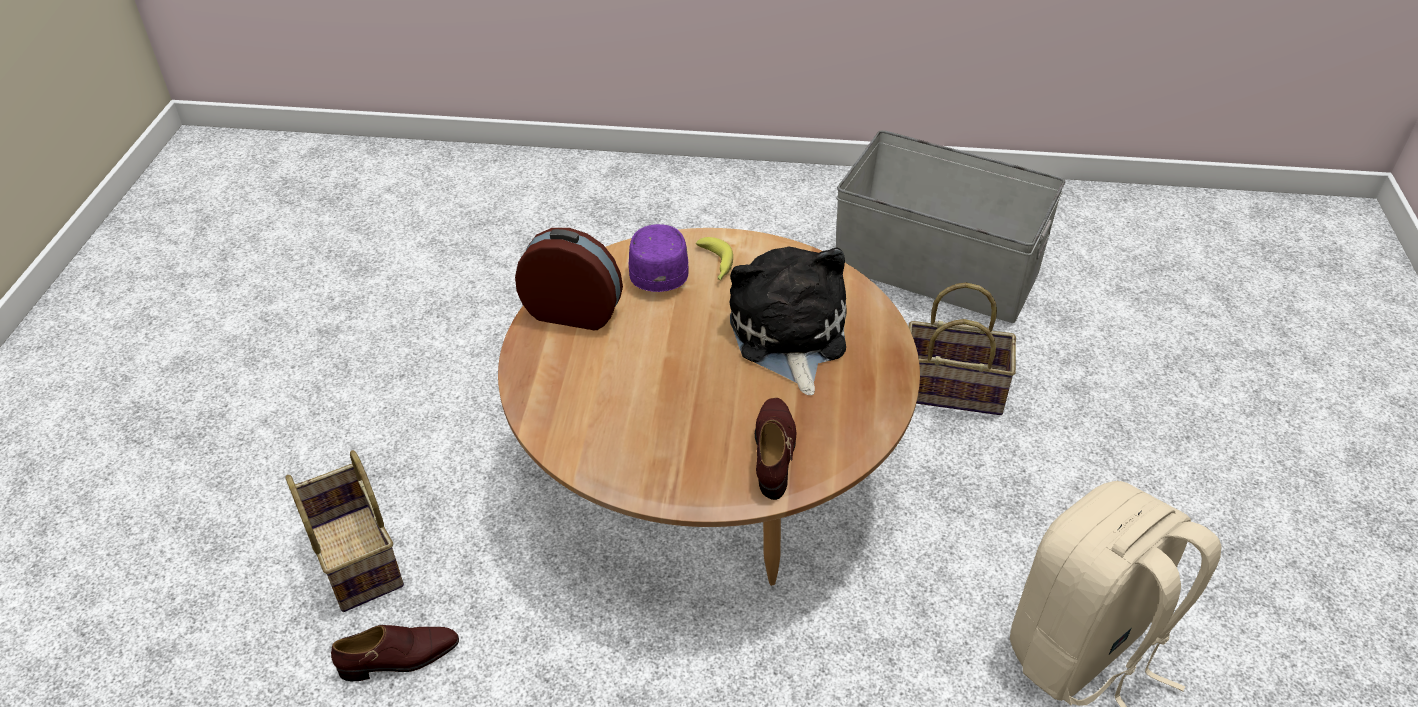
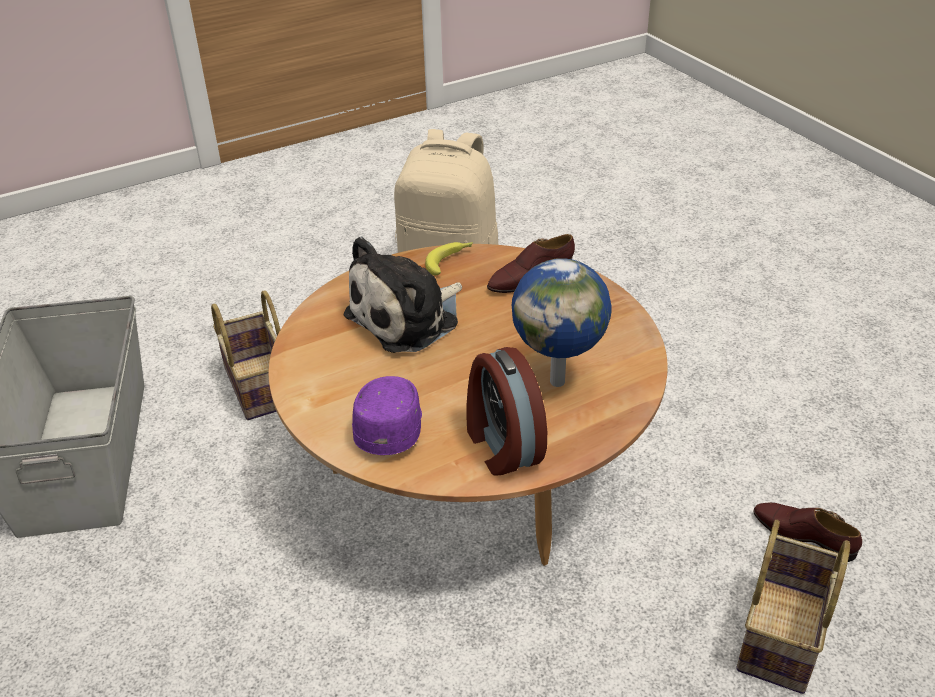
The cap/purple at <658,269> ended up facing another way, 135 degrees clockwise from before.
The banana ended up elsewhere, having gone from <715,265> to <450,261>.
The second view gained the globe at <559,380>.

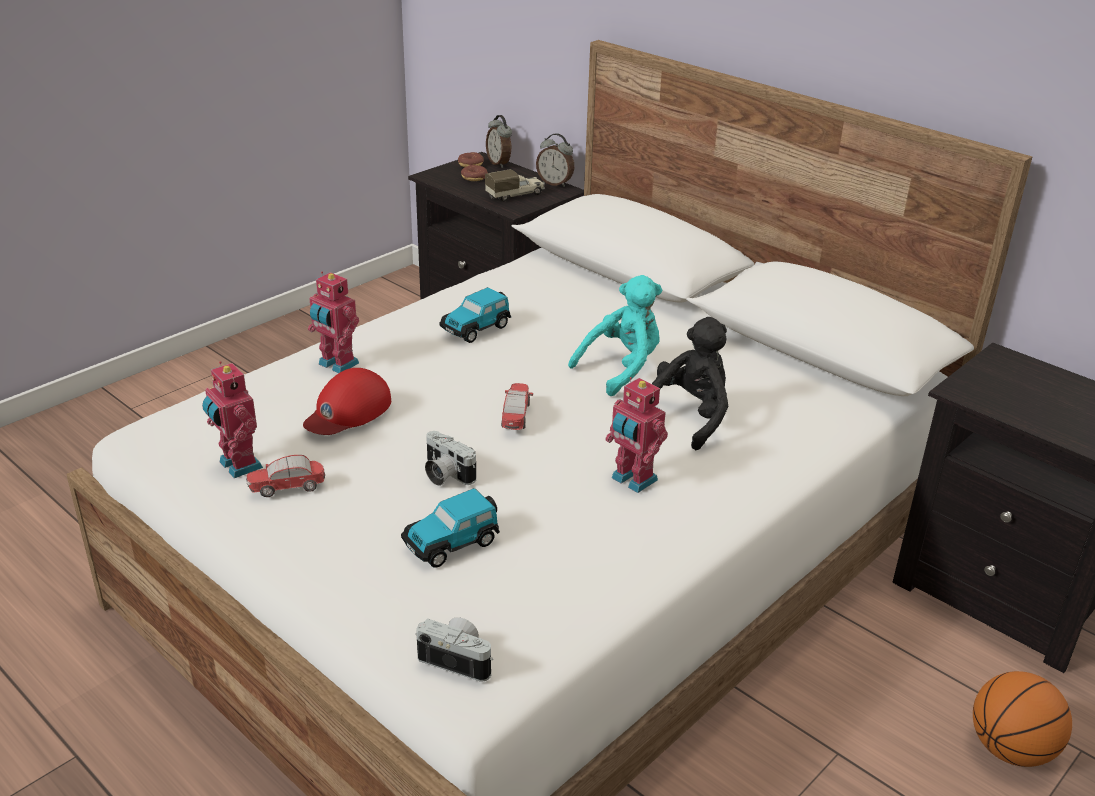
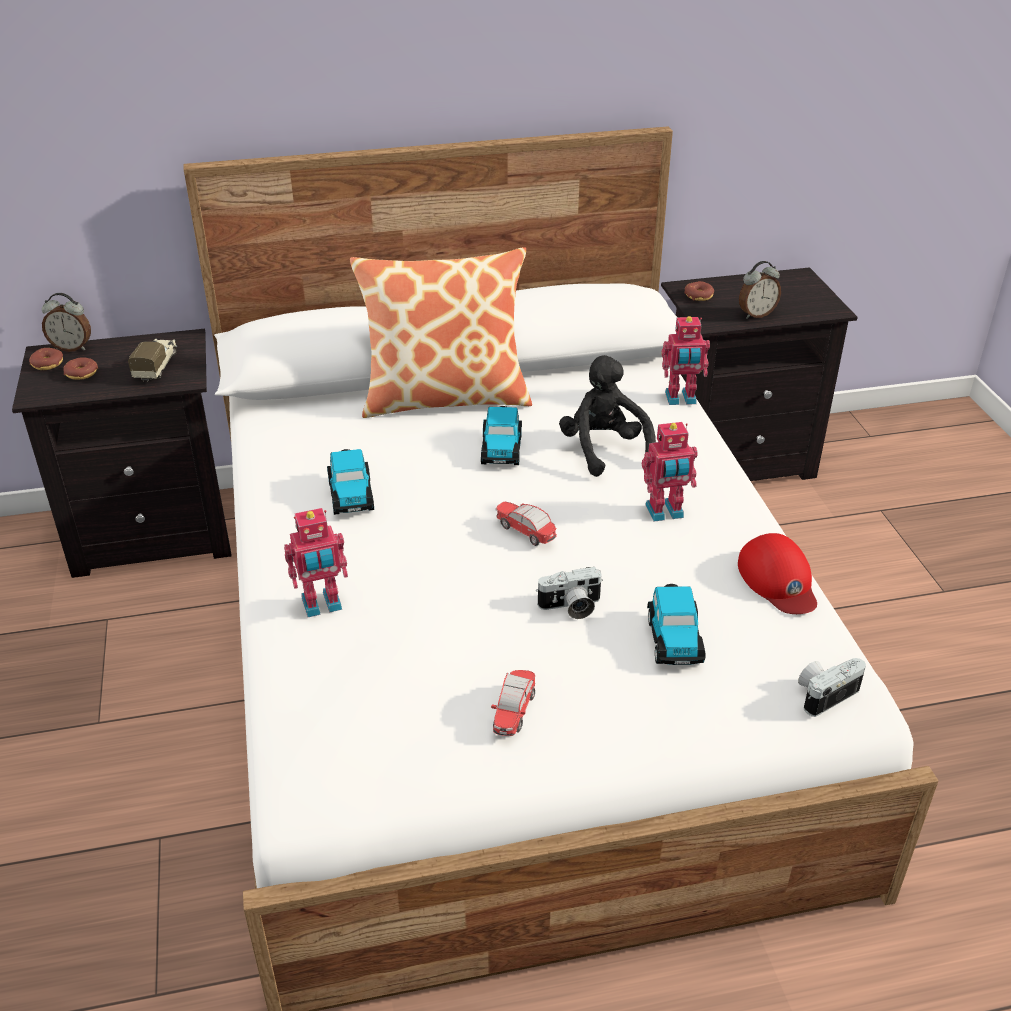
The alarm clock ended up elsewhere, having gone from <555,183> to <756,314>.
Where the plush toy/turquoise stood at <622,369>, the toy car came to stand at <501,449>.
The toy robot ended up elsewhere, having gone from <238,466> to <681,399>.
The cap/red ended up elsewhere, having gone from <348,411> to <778,580>.
The second view lost the basketball at <1010,749>.
The second view gained the pillow at <445,397>.
The second view gained the donut at <698,296>.

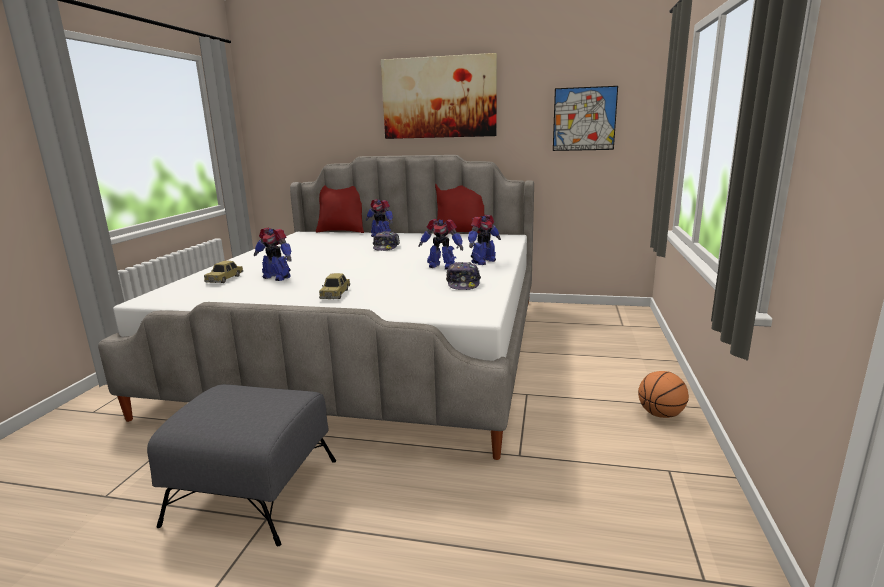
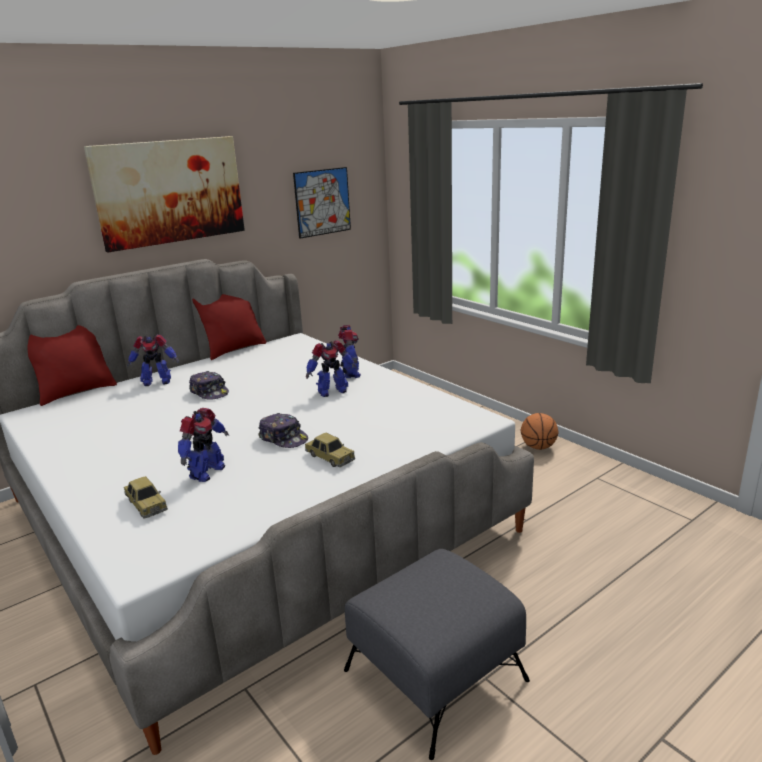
The toy robot at <277,277> ended up facing another way, 45 degrees counterclockwise from before.
The cap ended up elsewhere, having gone from <463,284> to <283,438>.

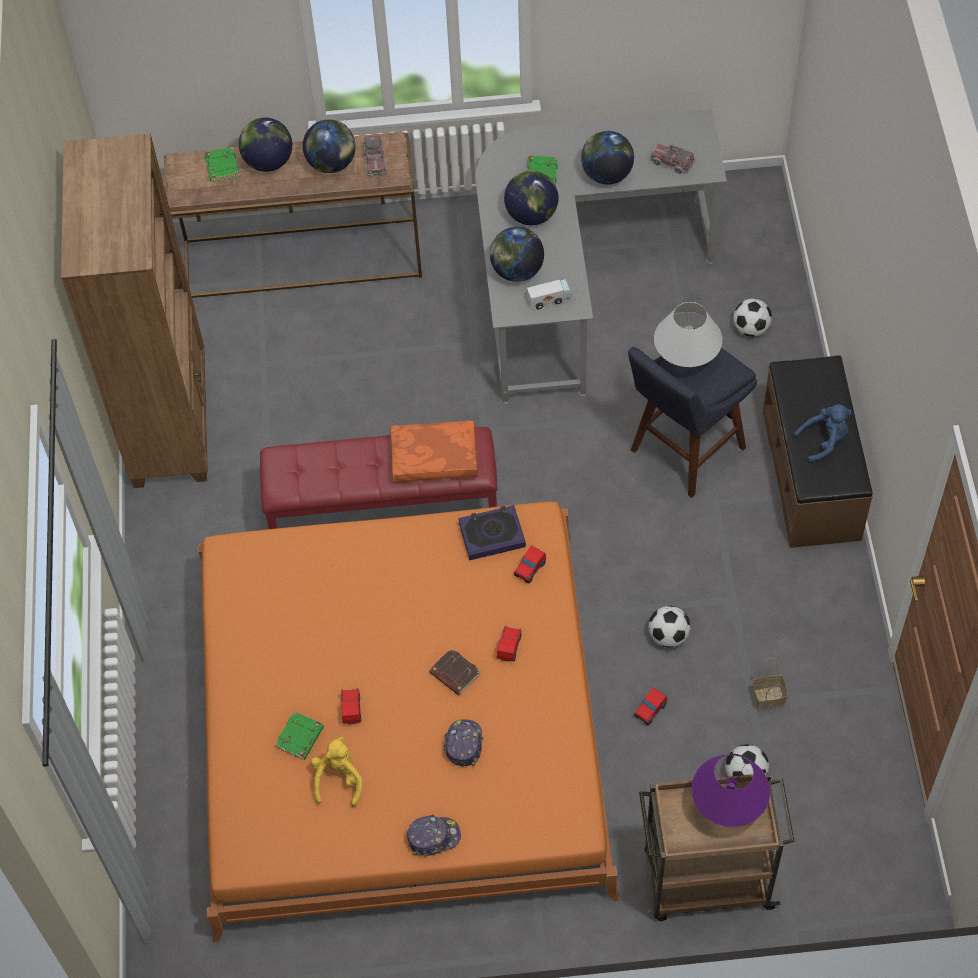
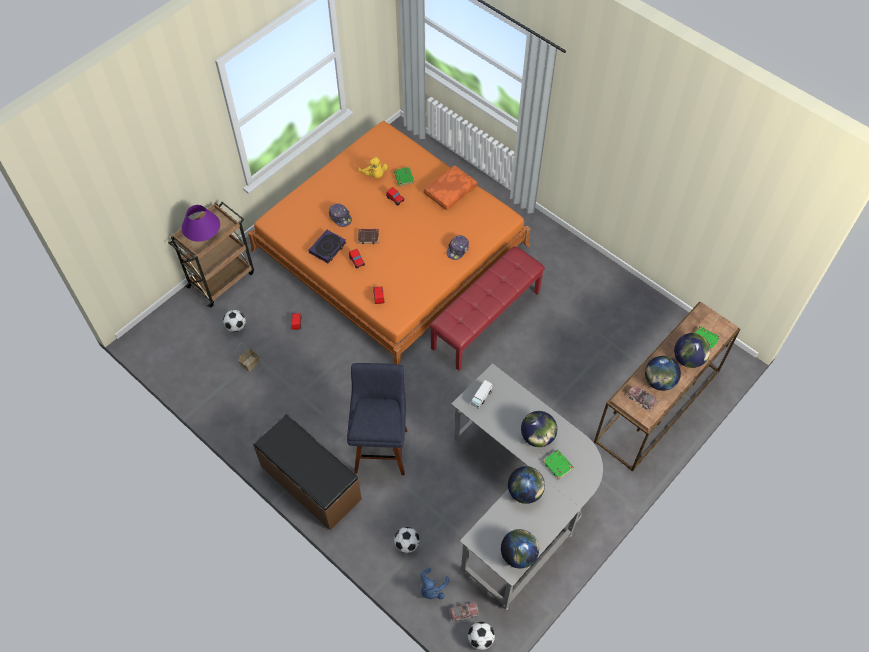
The second view lost the bookcase/brown at <171,421>.
The toy truck ended up elsewhere, having gone from <672,162> to <463,613>.
The globe ended up elsewhere, having gone from <517,271> to <518,555>.
The second view lost the table lamp/white at <686,360>.
The plush toy/blue ended up elsewhere, having gone from <824,441> to <432,589>.
The pillow/orange ended up elsewhere, having gone from <433,459> to <450,191>.
The book ended up elsewhere, having gone from <492,535> to <327,248>.
The football ended up elsewhere, having gone from <668,636> to <480,639>.
The cap ended up elsewhere, having gone from <433,837> to <457,250>.

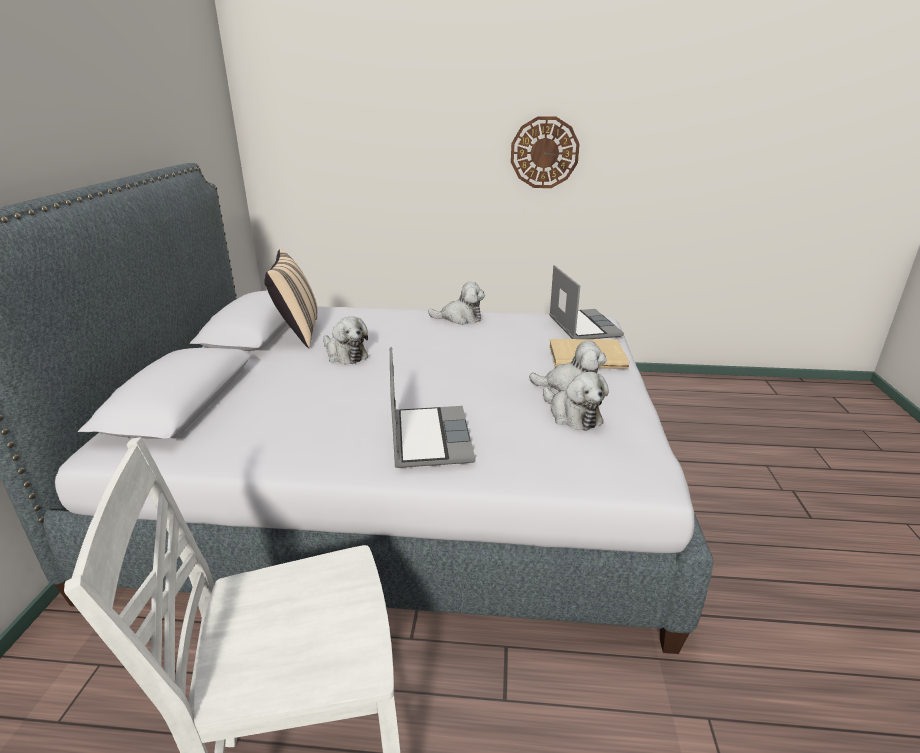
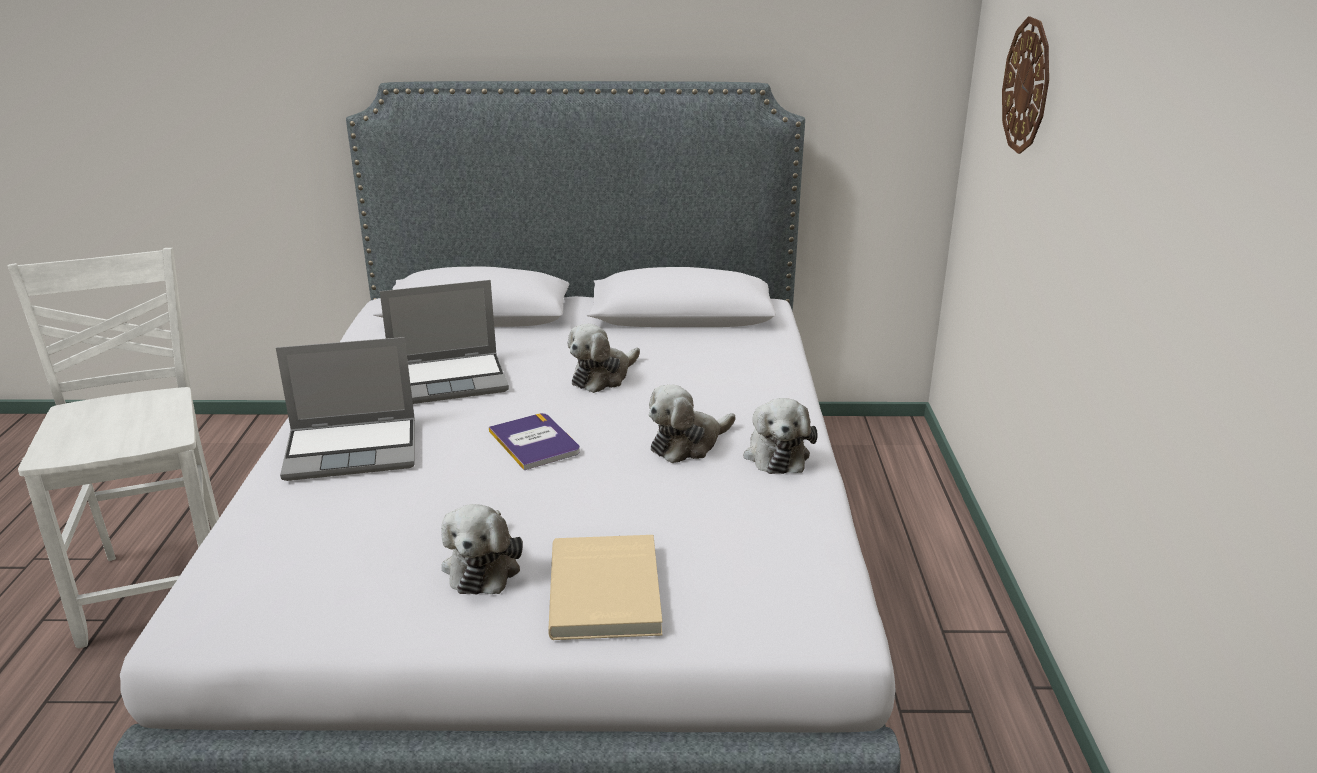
The wall clock ended up elsewhere, having gone from <544,153> to <1027,86>.
The second view lost the pillow/beige at <297,333>.
The laptop ended up elsewhere, having gone from <582,326> to <449,380>.
The plush toy ended up elsewhere, having gone from <572,415> to <688,444>.
The second view gained the book at <534,442>.

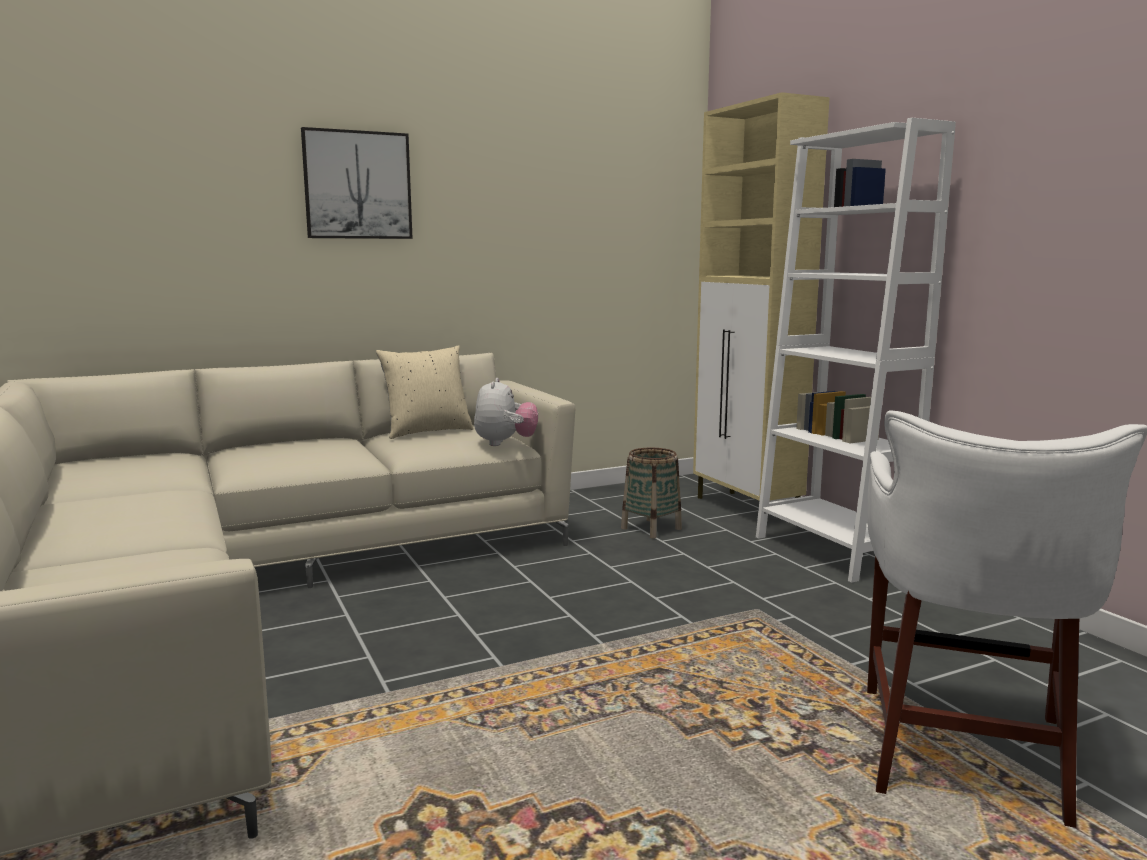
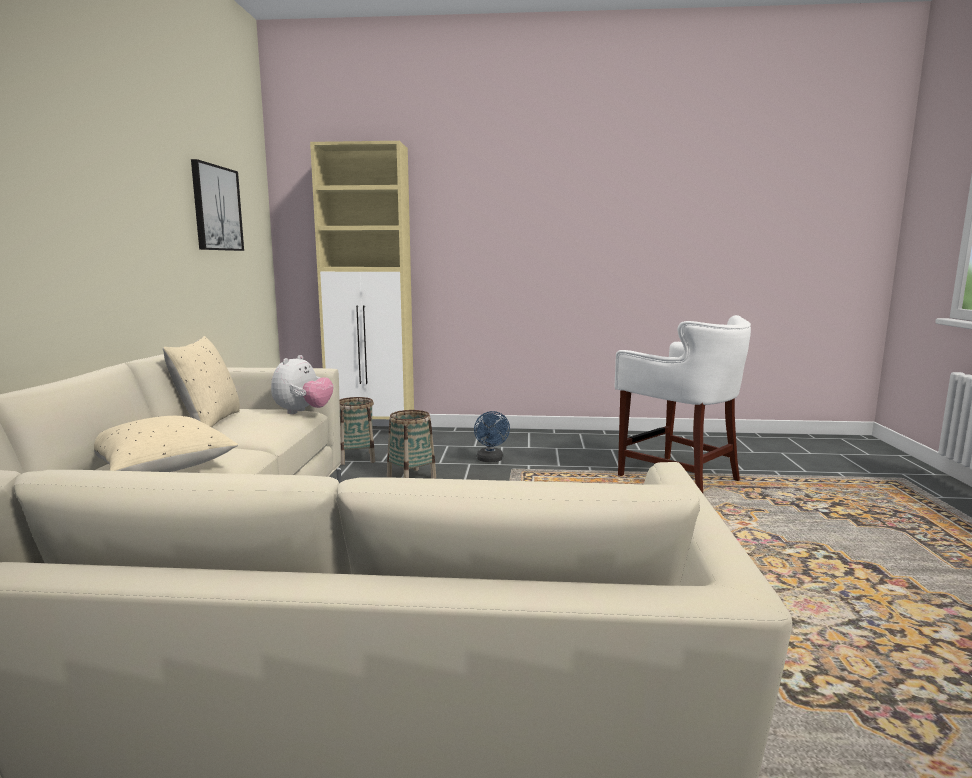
The second view lost the bookcase/white at <831,552>.
The picture ended up elsewhere, having gone from <357,185> to <216,208>.
The plush toy at <505,443> ended up facing another way, 75 degrees clockwise from before.
The second view gained the basket at <411,477>.
The second view gained the fan/blue at <490,460>.
The second view gained the pillow/beige at <162,468>.

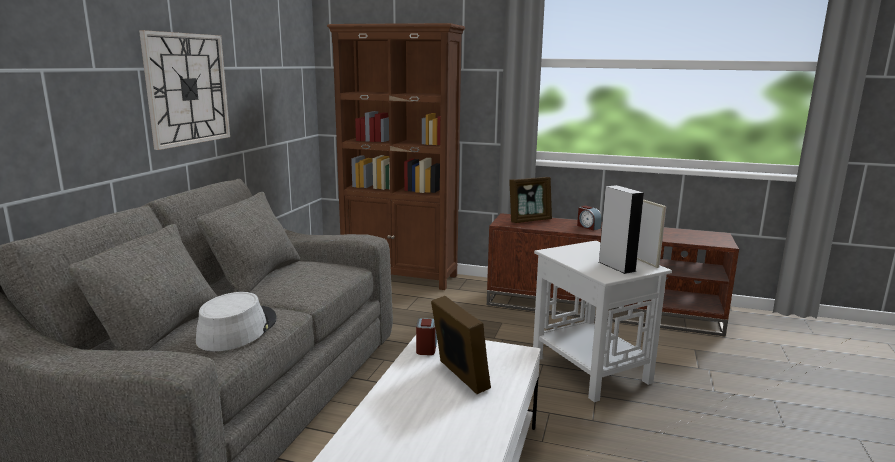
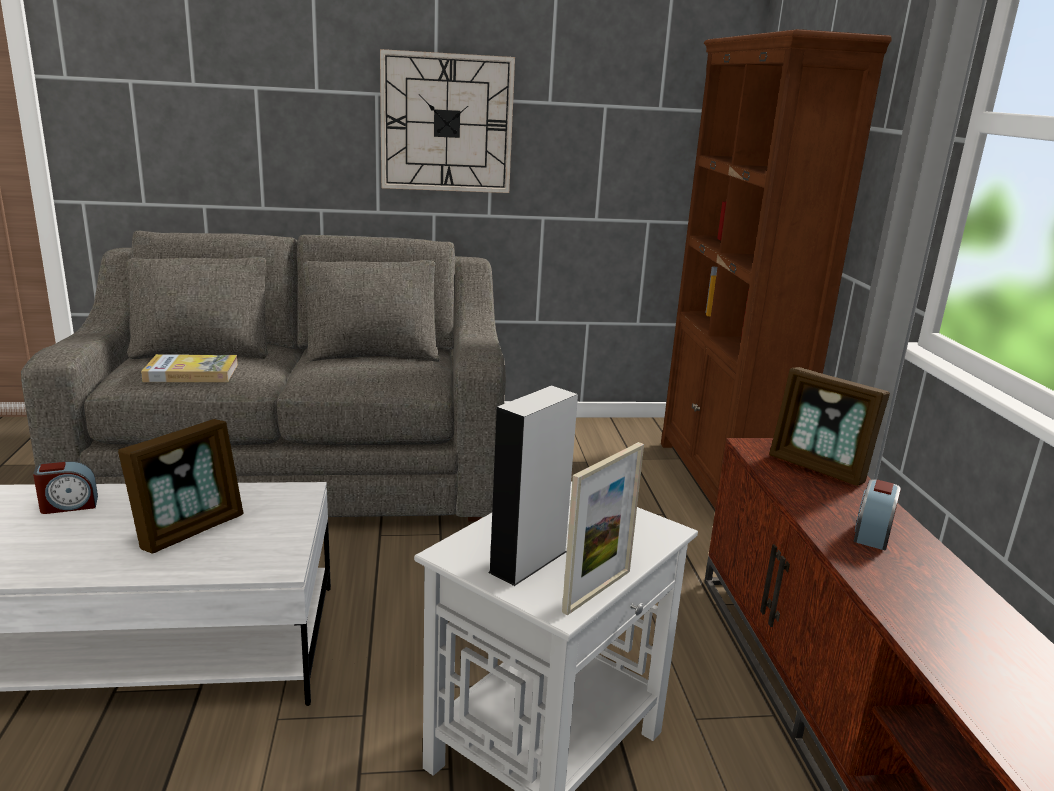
Where the hat/grey stood at <237,329>, the book came to stand at <191,373>.
The alarm clock ended up elsewhere, having gone from <427,347> to <69,505>.

